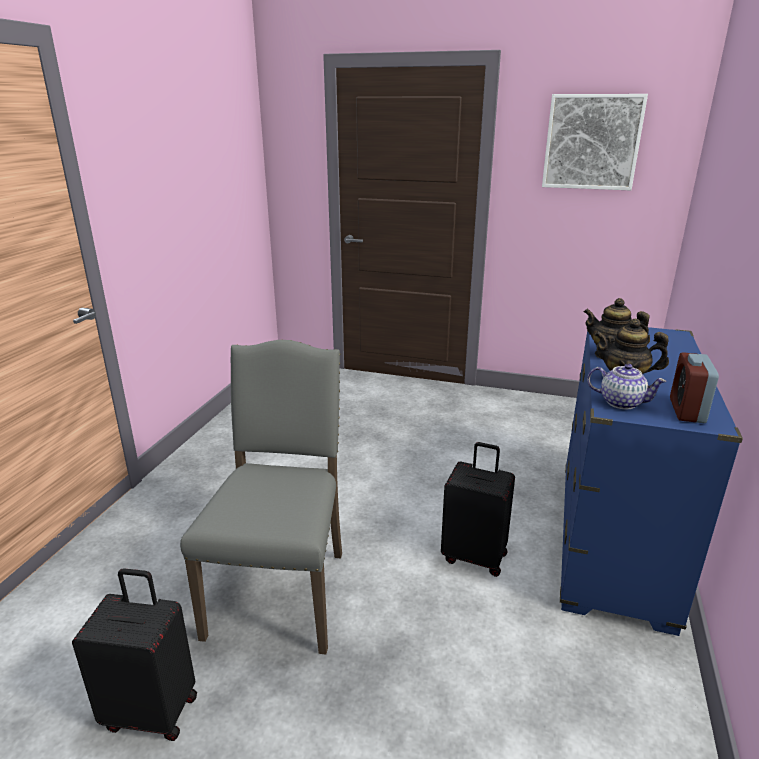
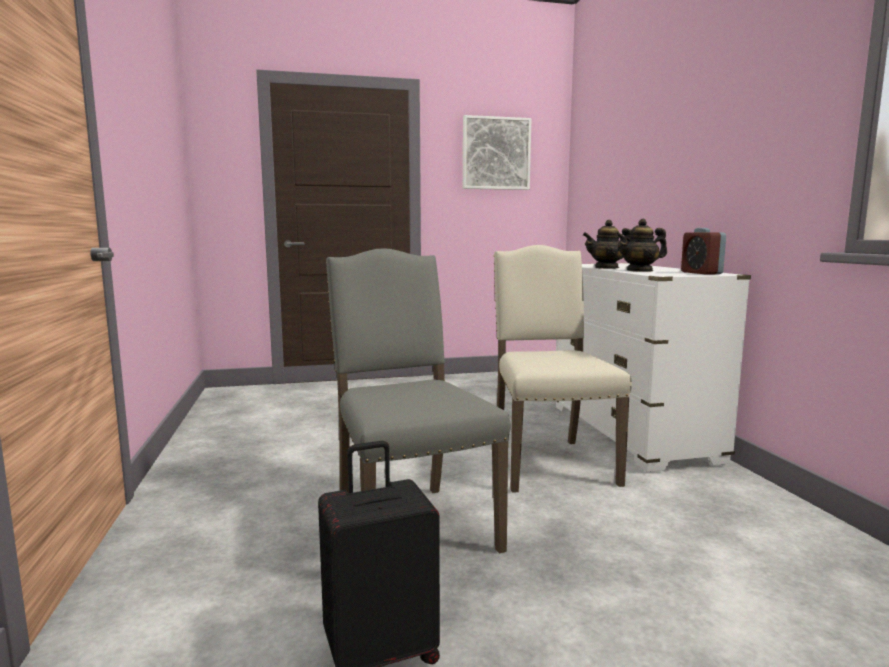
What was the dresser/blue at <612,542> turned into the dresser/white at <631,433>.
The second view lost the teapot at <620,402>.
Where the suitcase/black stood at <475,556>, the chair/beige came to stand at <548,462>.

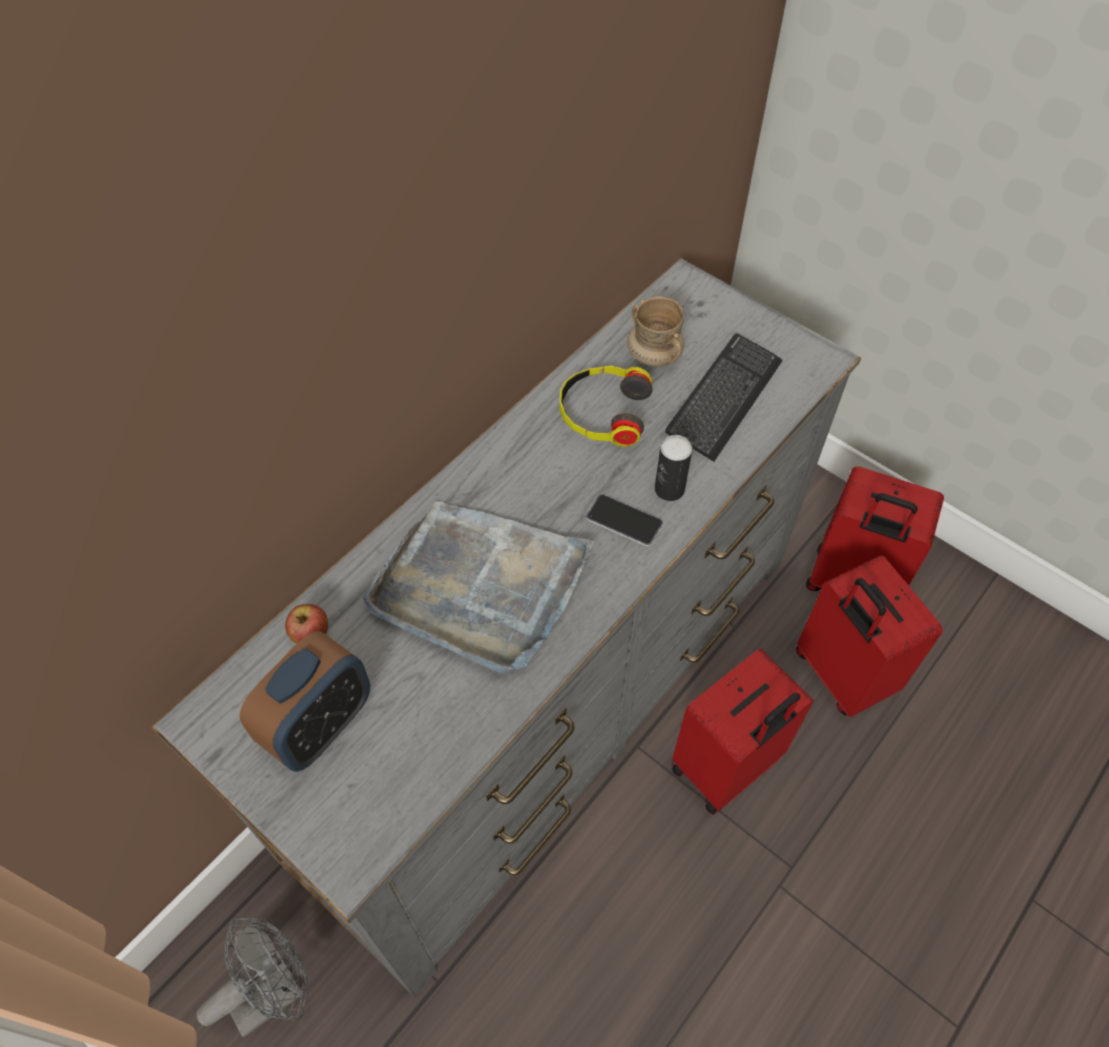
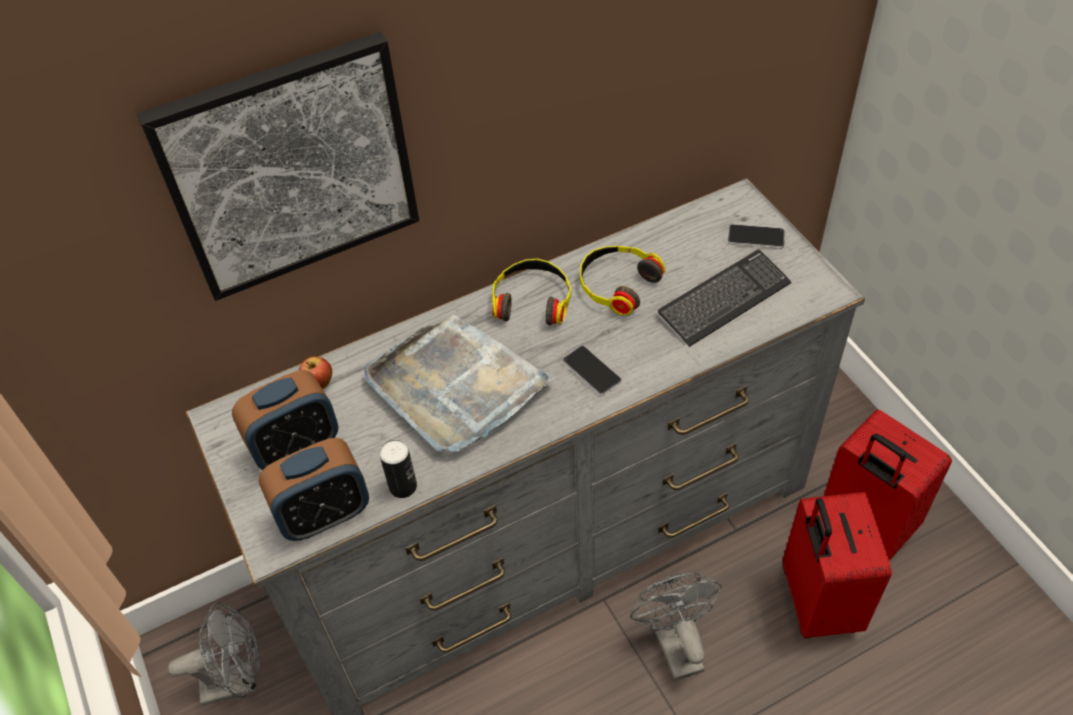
The second view lost the mug/beige at <653,356>.
The can ended up elsewhere, having gone from <669,489> to <403,486>.
Where the suitcase/red stood at <727,767>, the fan/grey came to stand at <674,643>.
The second view gained the picture at <290,168>.
The second view gained the phone at <755,237>.
The second view gained the headphones at <532,300>.
The second view gained the alarm clock at <324,515>.

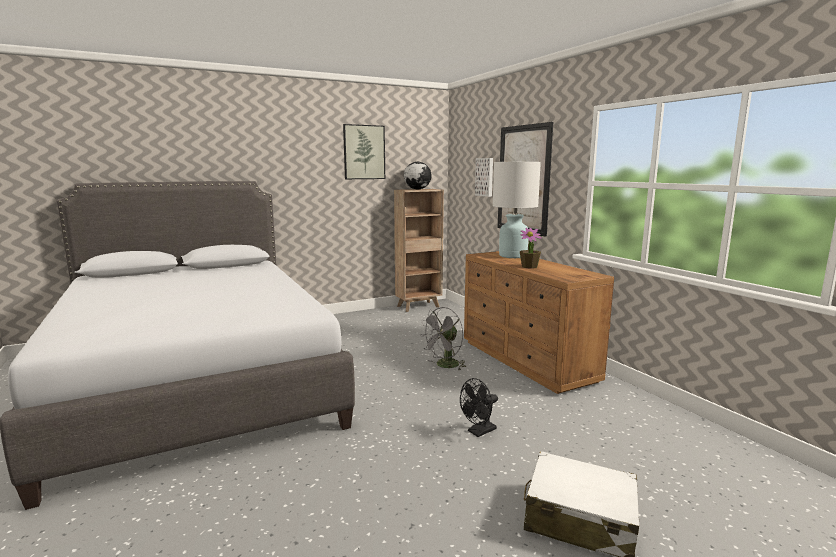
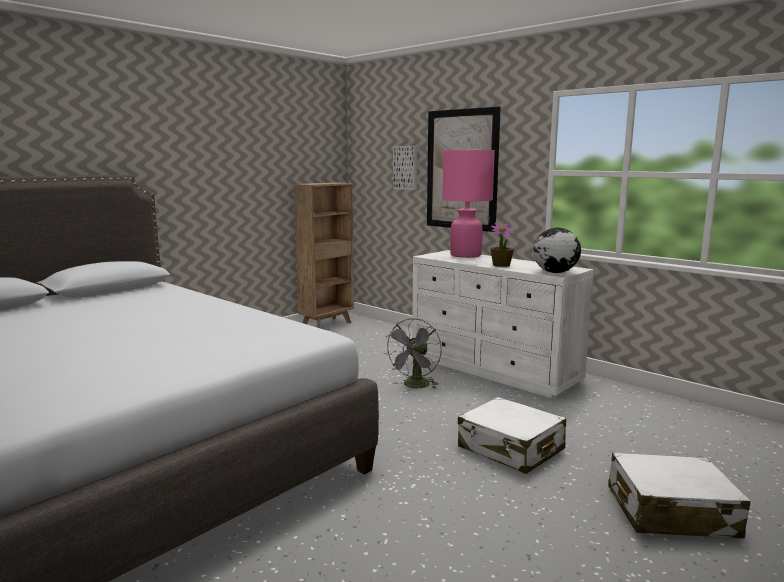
The second view lost the picture at <364,152>.
The globe ended up elsewhere, having gone from <417,189> to <554,272>.
What was the table lamp/white at <513,256> turned into the table lamp/pink at <466,255>.
What was the dresser/brown at <527,361> turned into the dresser/white at <494,369>.
Where the fan/black stood at <479,432>, the suitcase/white came to stand at <510,449>.

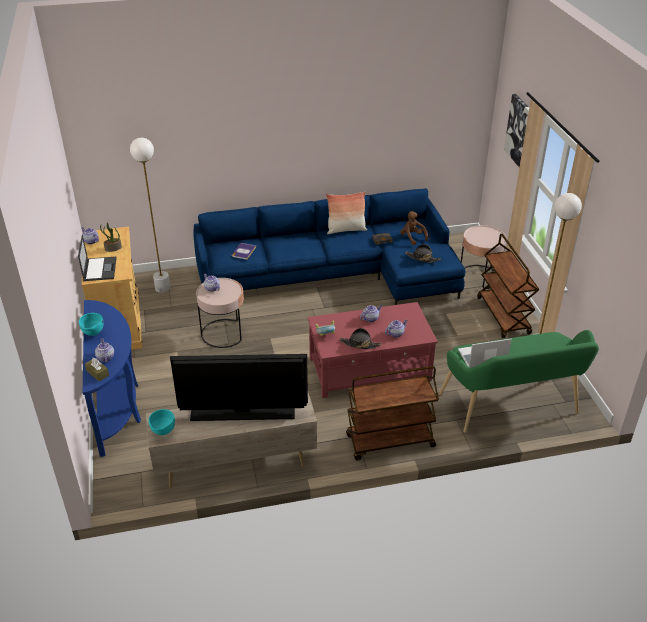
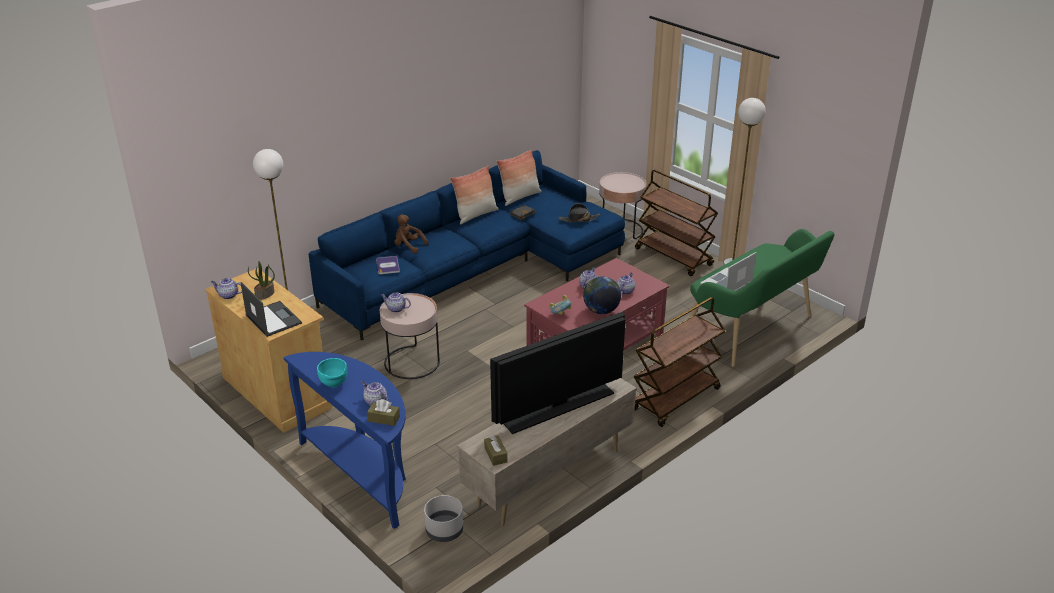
The second view lost the picture at <519,130>.
The plush toy/brown ended up elsewhere, having gone from <412,237> to <408,246>.
Where the hat/black stood at <360,344>, the globe came to stand at <601,311>.
Where the bowl/turquoise stood at <163,432>, the tissue box/brown came to stand at <495,455>.
The second view gained the pillow at <520,197>.
The second view gained the planter/grey at <444,531>.

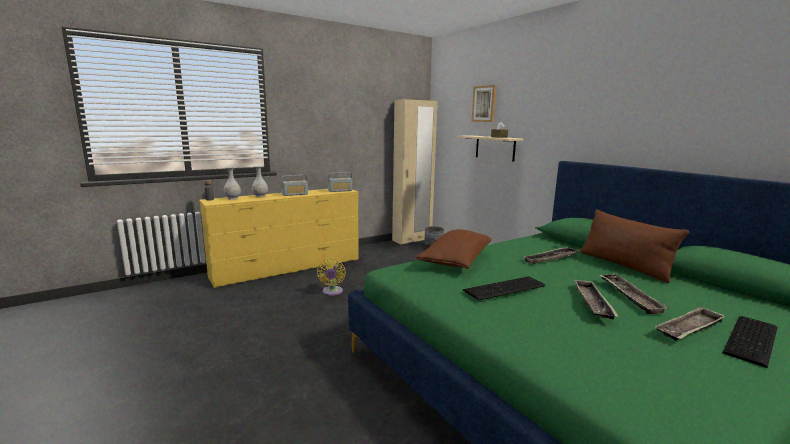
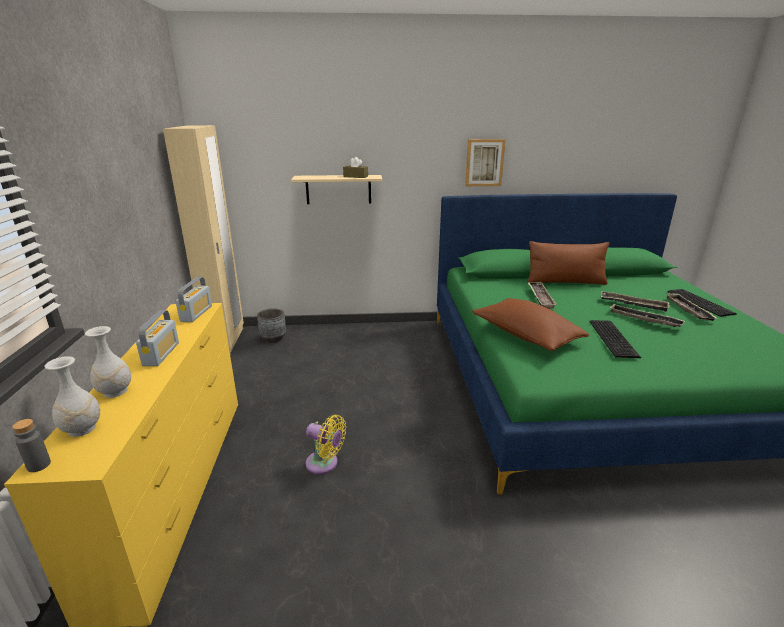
The picture ended up elsewhere, having gone from <484,104> to <484,162>.

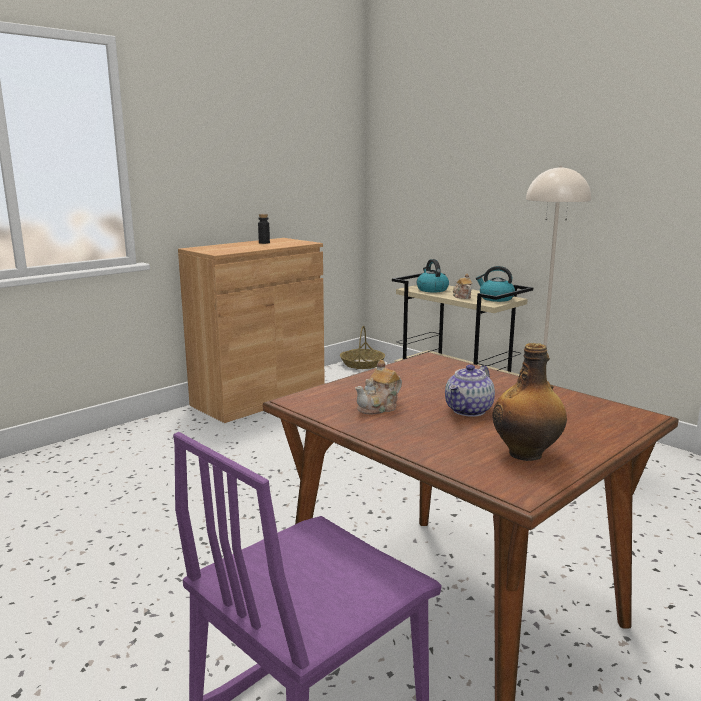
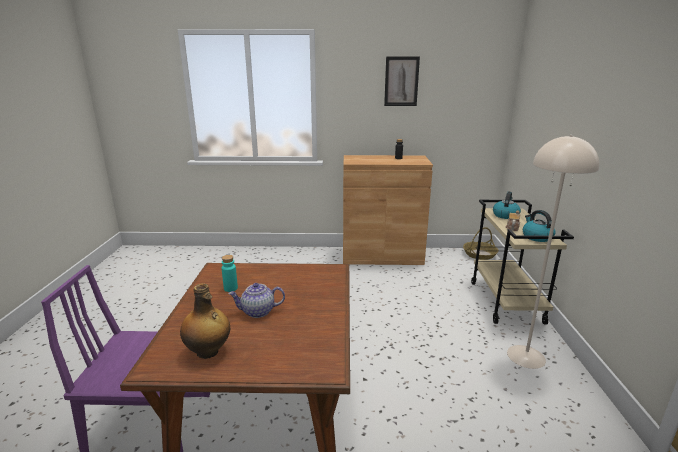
Where the teapot stood at <379,407>, the bottle/turquoise came to stand at <230,288>.
The second view gained the picture at <401,81>.

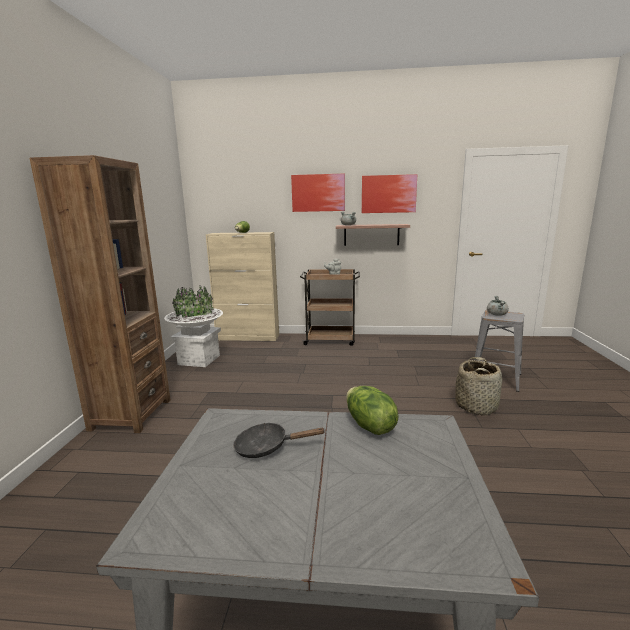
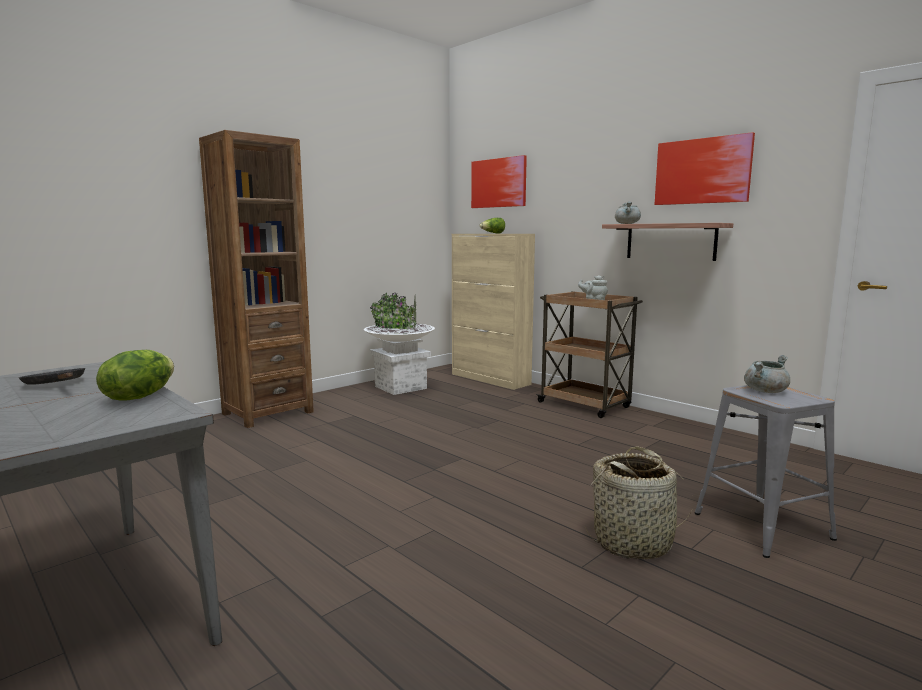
The picture ended up elsewhere, having gone from <318,193> to <498,183>.

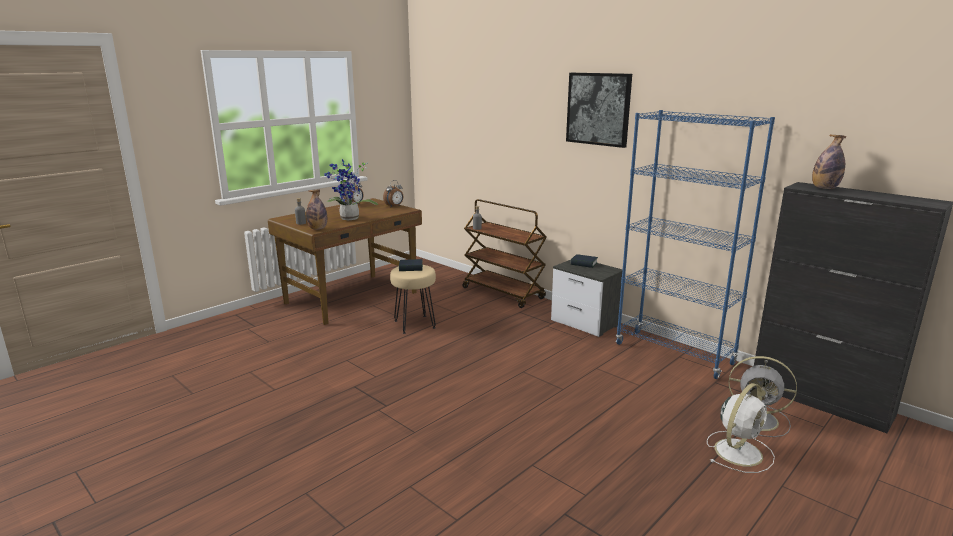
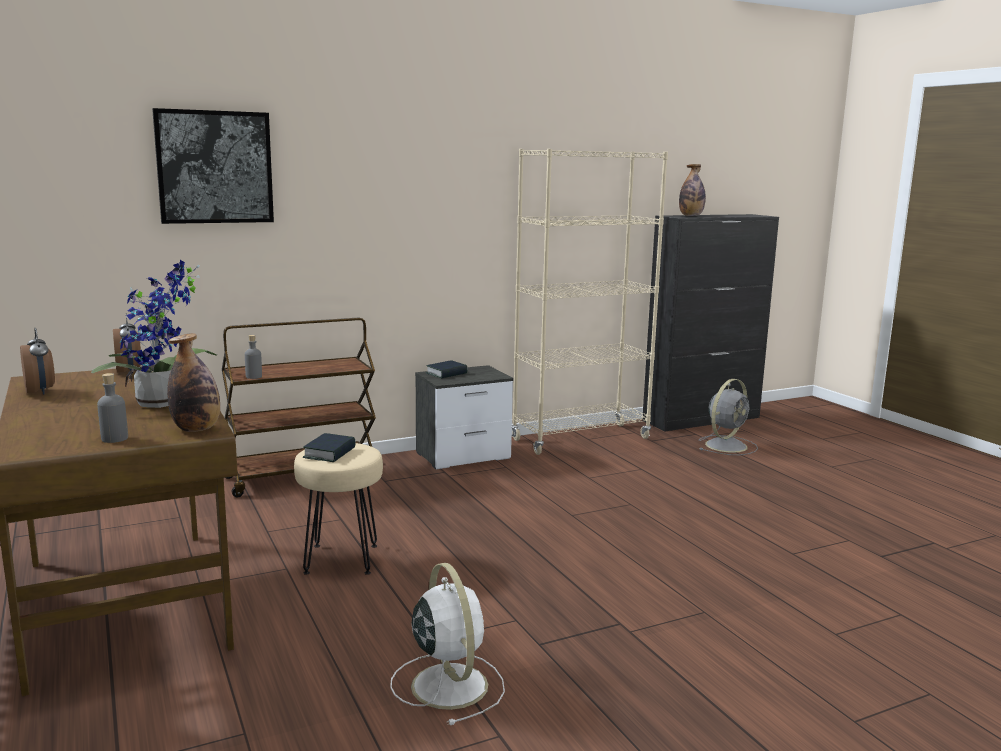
The picture ended up elsewhere, having gone from <598,109> to <214,167>.
What was the bookcase/blue at <674,354> turned into the bookcase/beige at <581,439>.
The fan/white ended up elsewhere, having gone from <739,451> to <448,684>.

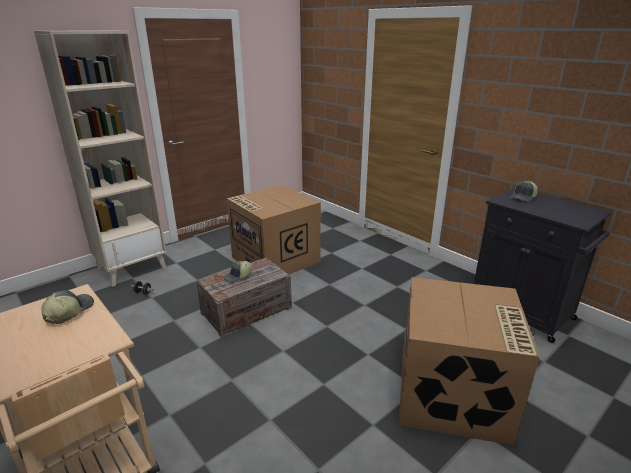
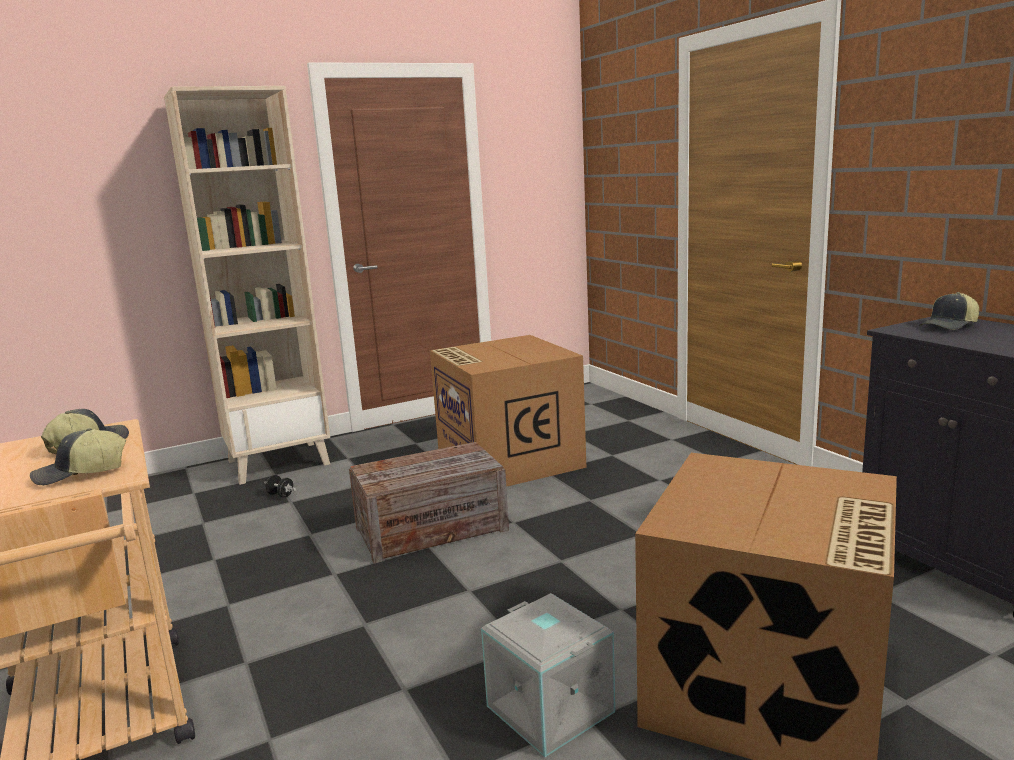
The cap ended up elsewhere, having gone from <238,277> to <80,474>.
The second view gained the storage box/grey at <548,709>.

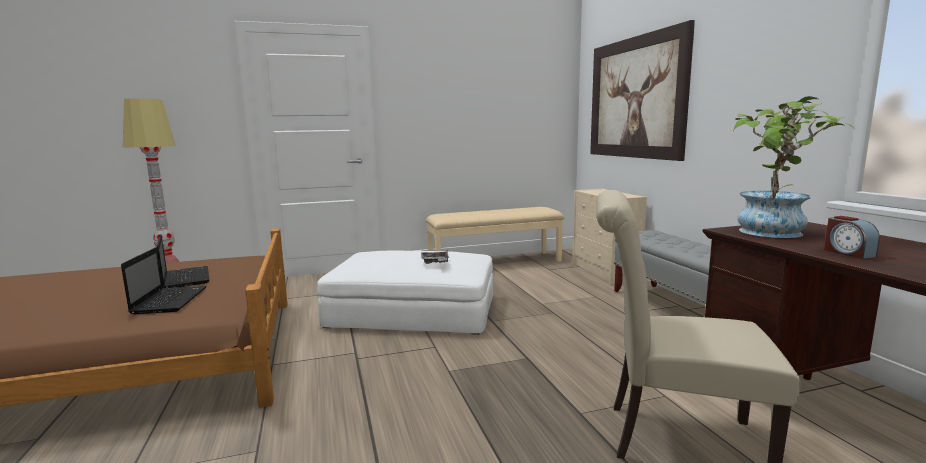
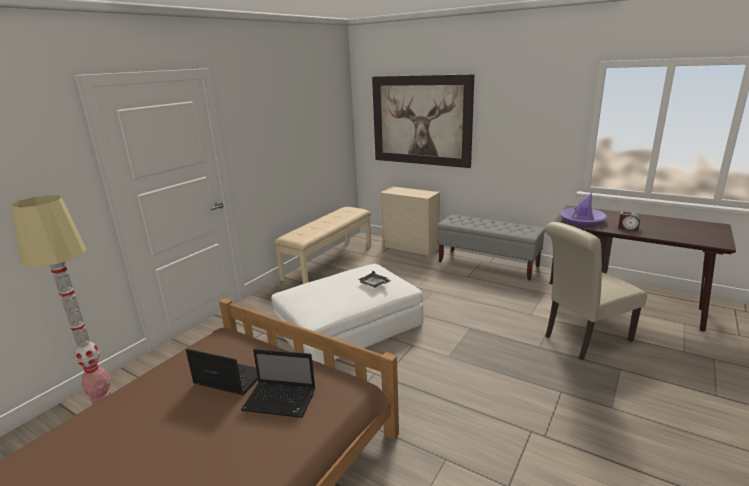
Where the potted plant stood at <773,233>, the hat/purple came to stand at <582,220>.
The laptop at <170,300> ended up facing another way, 150 degrees clockwise from before.

